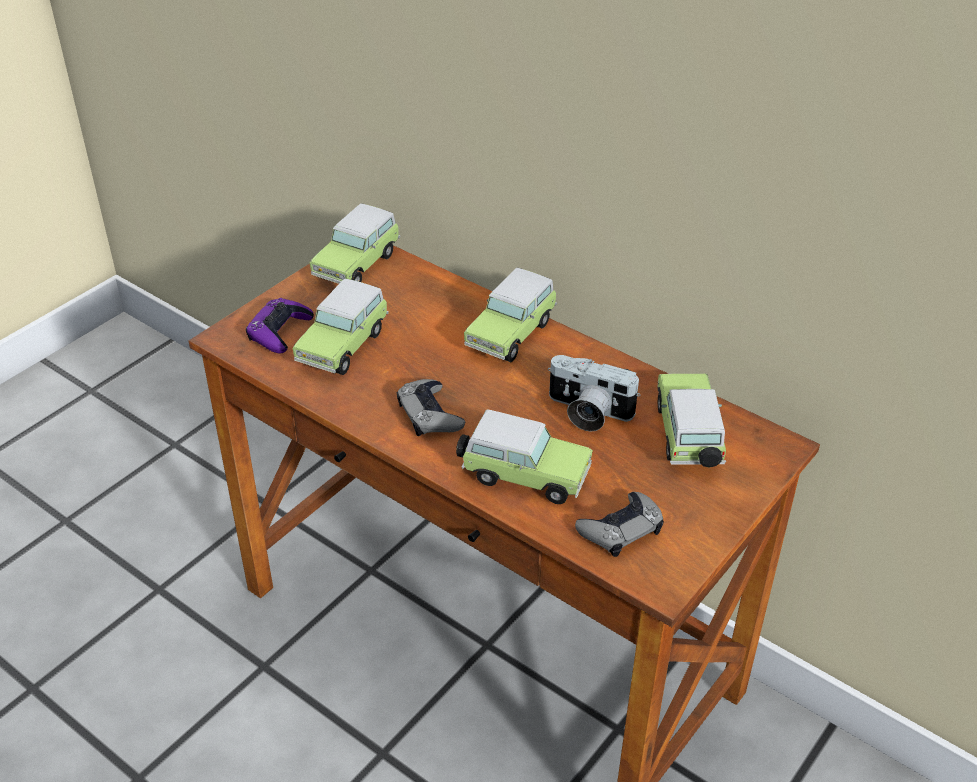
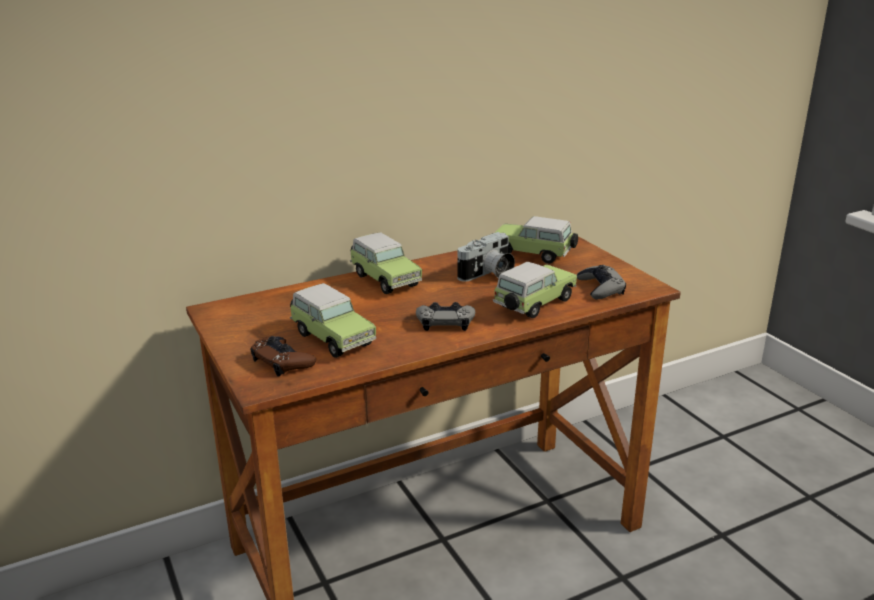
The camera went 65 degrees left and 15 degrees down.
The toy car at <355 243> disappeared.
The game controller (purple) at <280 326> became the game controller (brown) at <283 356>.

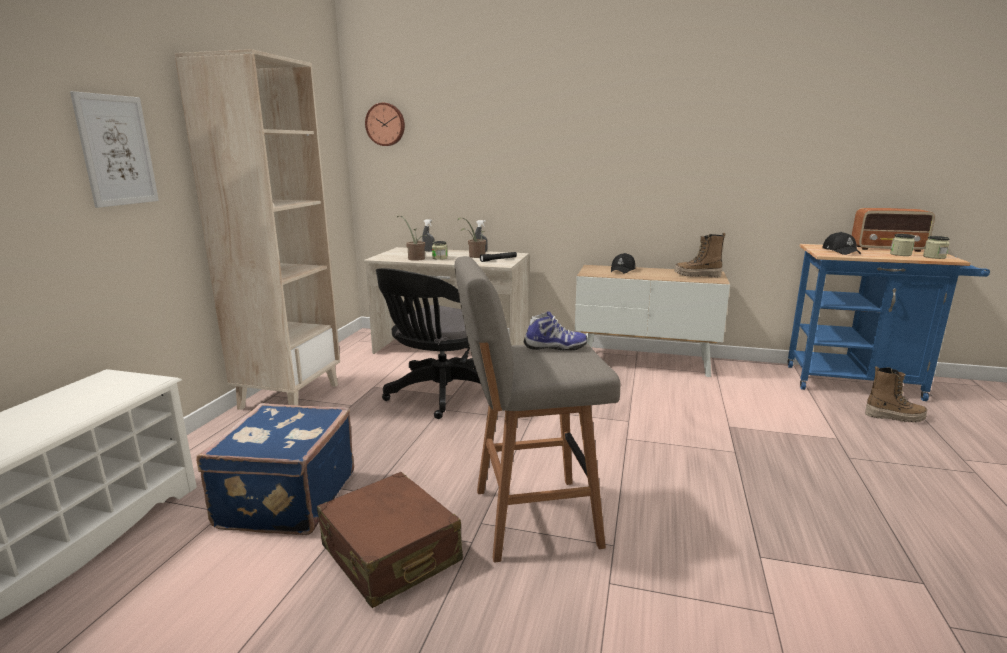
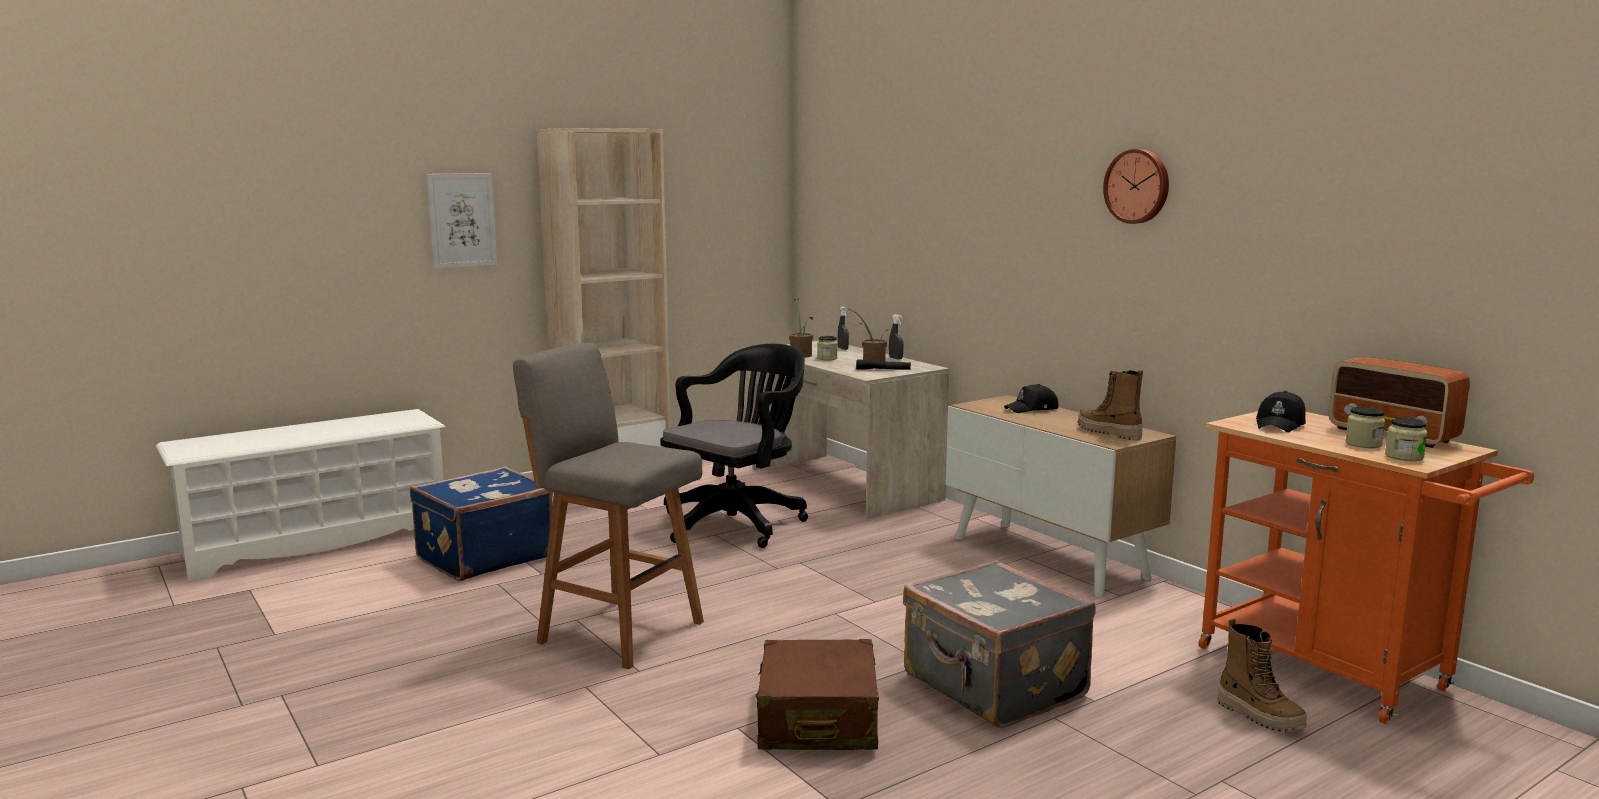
The camera went 40 degrees right and 5 degrees down.
The wall clock moved from <385 124> to <1136 186>.
The cart (blue) at <889 322> became the cart (orange) at <1366 567>.
The office chair (black) at <428 343> turned 150 degrees clockwise.
The shoe at <556 331> disappeared.
The suitcase (brown) moved from <390 540> to <817 694>.
The suitcase (grey) at <999 644> appeared.

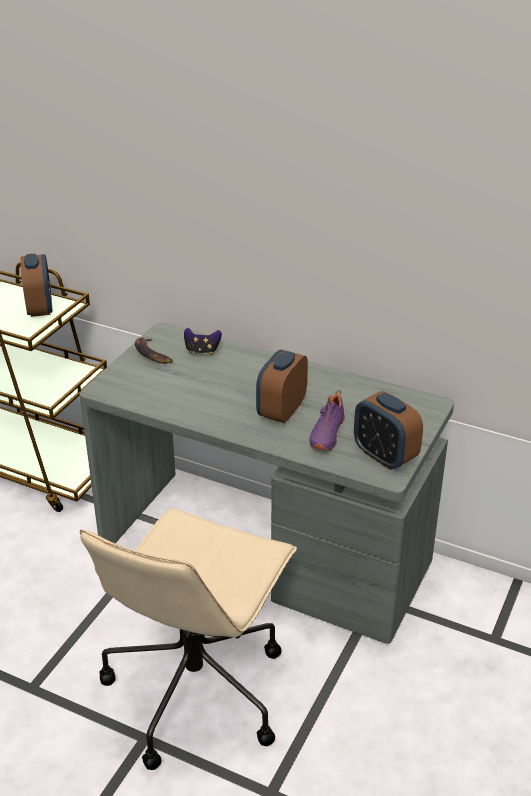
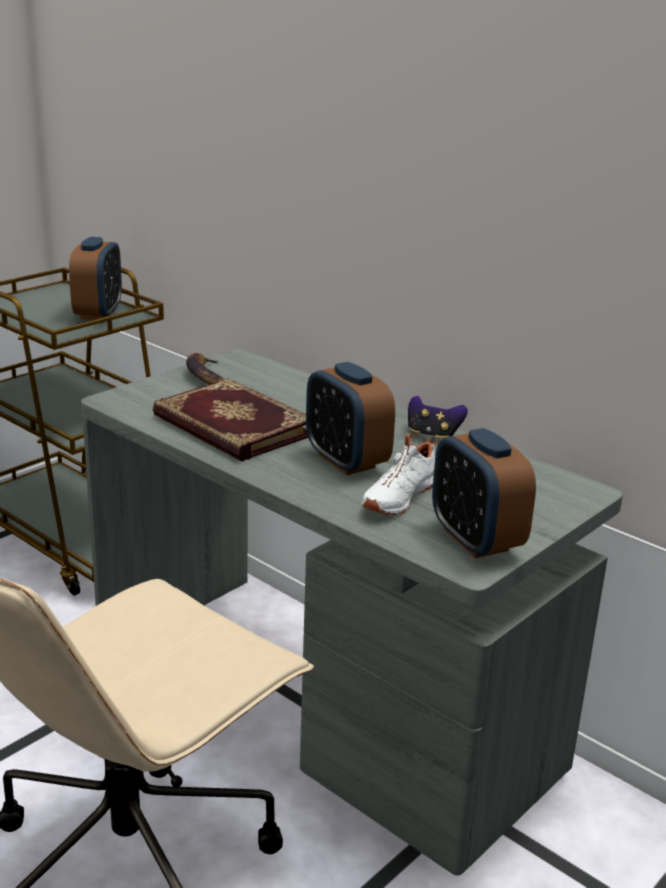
The camera went 15 degrees right and 10 degrees down.
The game controller moved from <203 341> to <438 417>.
The alarm clock at <282 386> turned 75 degrees counterclockwise.
The shoe (purple) at <327 420> became the shoe (white) at <399 474>.
The book at <230 419> appeared.

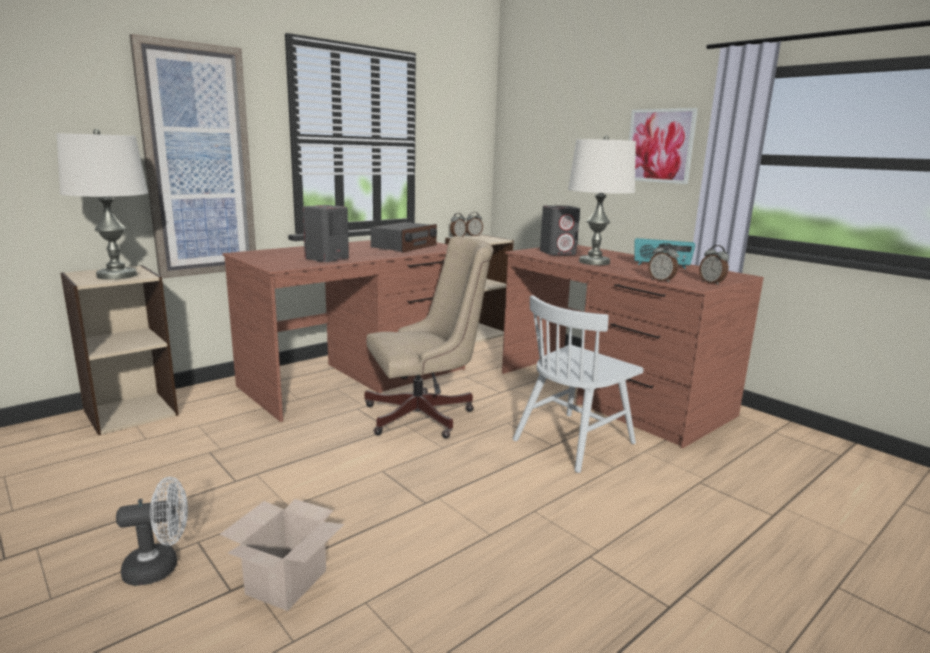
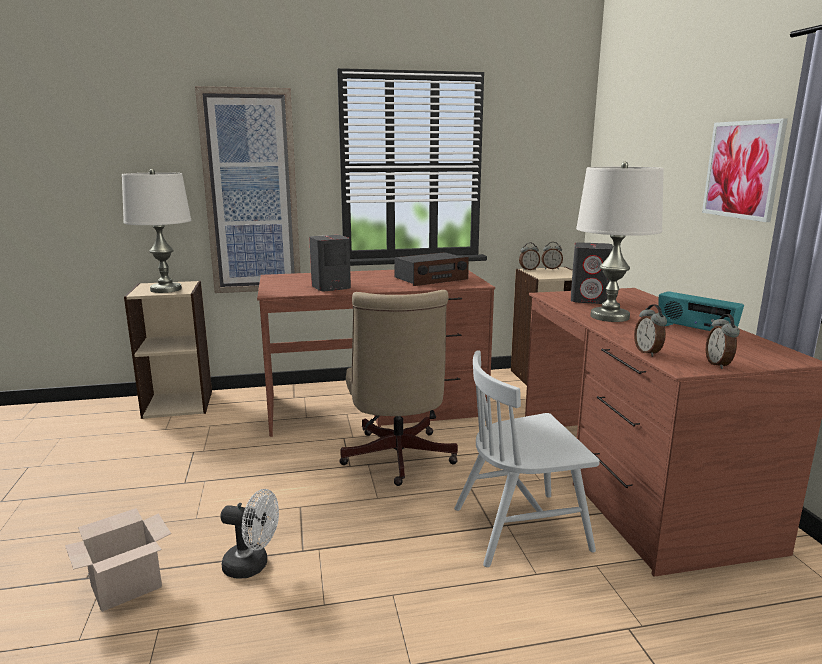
The camera went 30 degrees right and 0 degrees up.
The office chair (beige) at <429 337> turned 75 degrees clockwise.
The fan (white) moved from <152 531> to <249 534>.

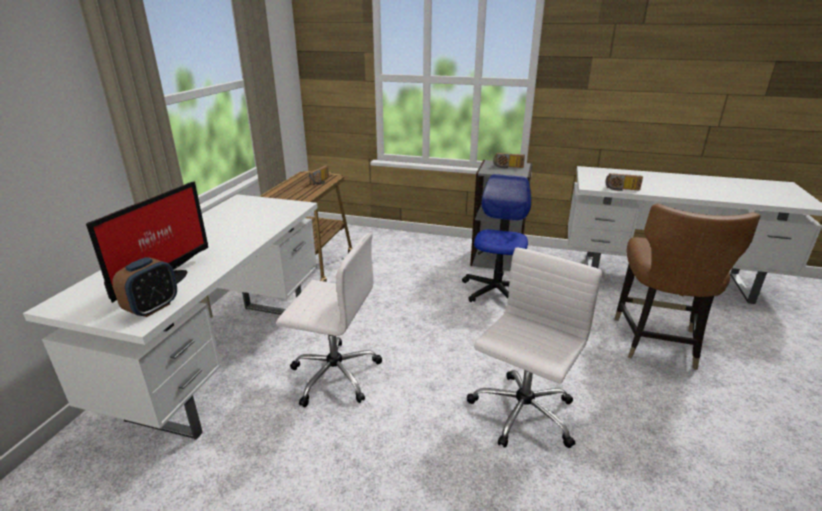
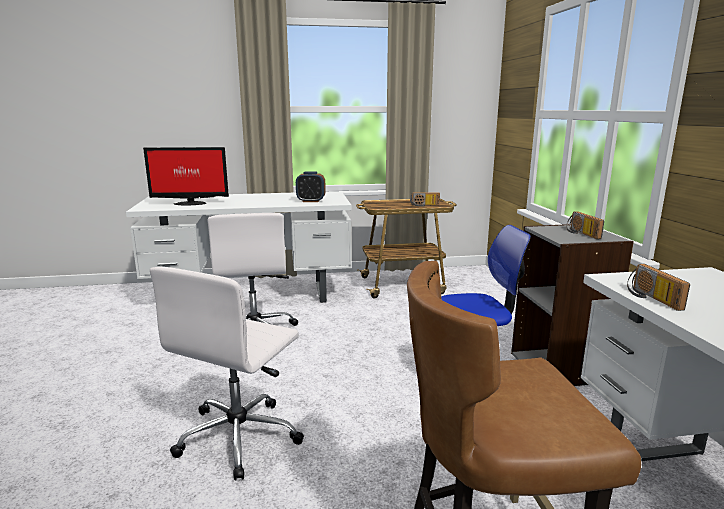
The camera went 65 degrees right and 10 degrees down.
The office chair (white) at <534 348> turned 105 degrees clockwise.
The alarm clock moved from <144 287> to <311 186>.

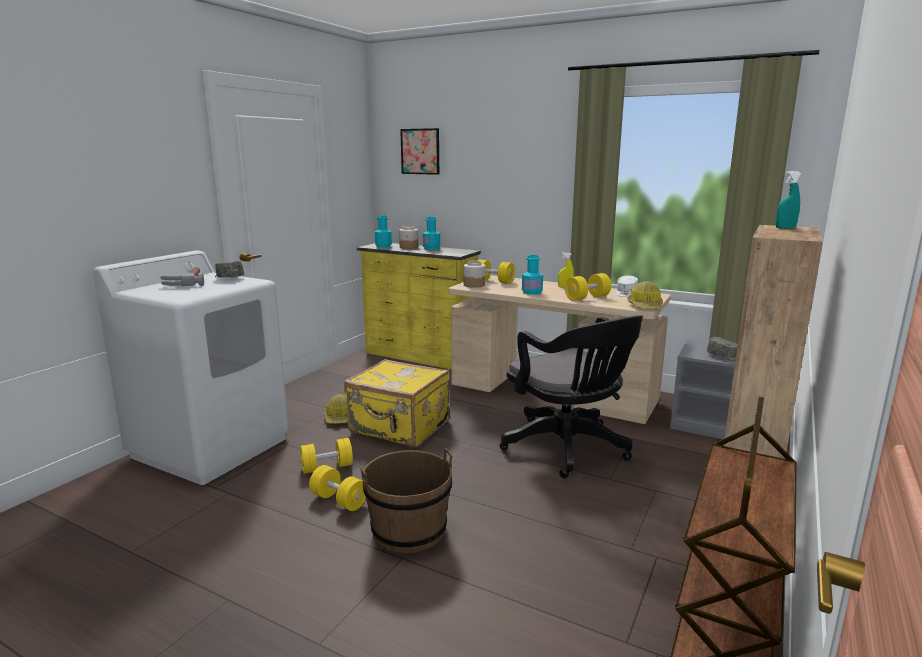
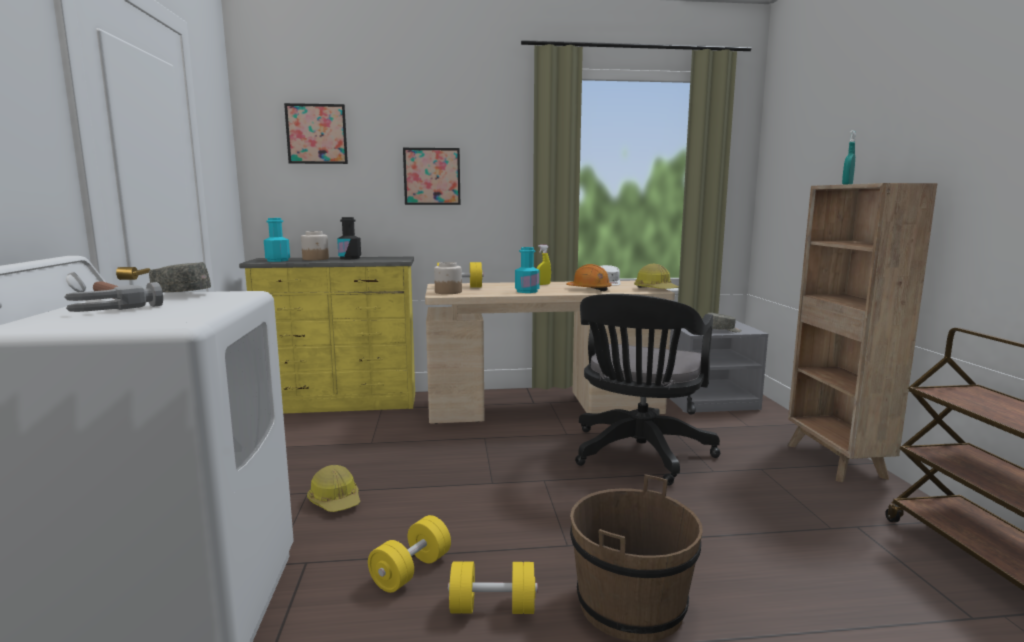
The camera went 35 degrees left and 5 degrees down.
The bottle (turquoise) at <431 233> became the bottle (black) at <349 238>.
The dumbbell (yellow) at <588 287> was replaced by the hard hat (orange) at <589 277>.
The office chair (black) at <571 396> turned 90 degrees clockwise.
The suitcase (yellow) at <397 403> disappeared.
The picture at <431 176> appeared.

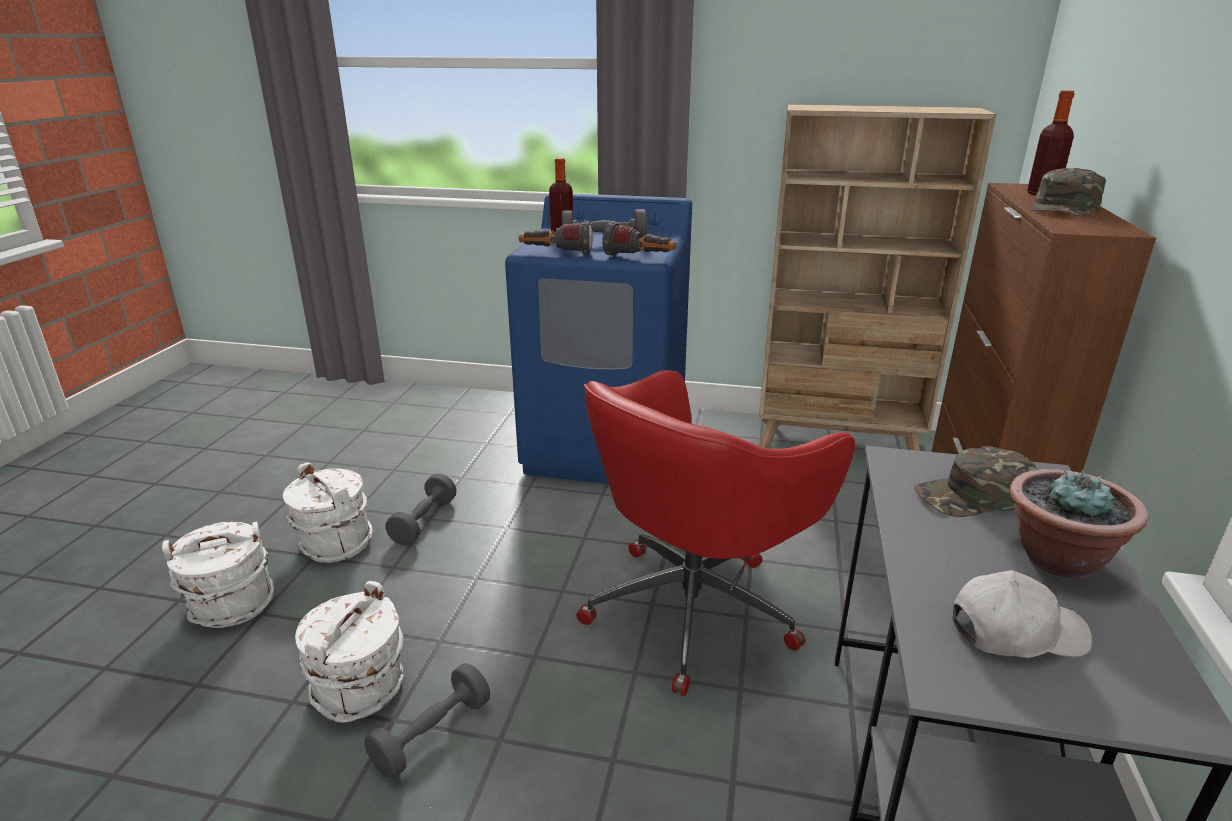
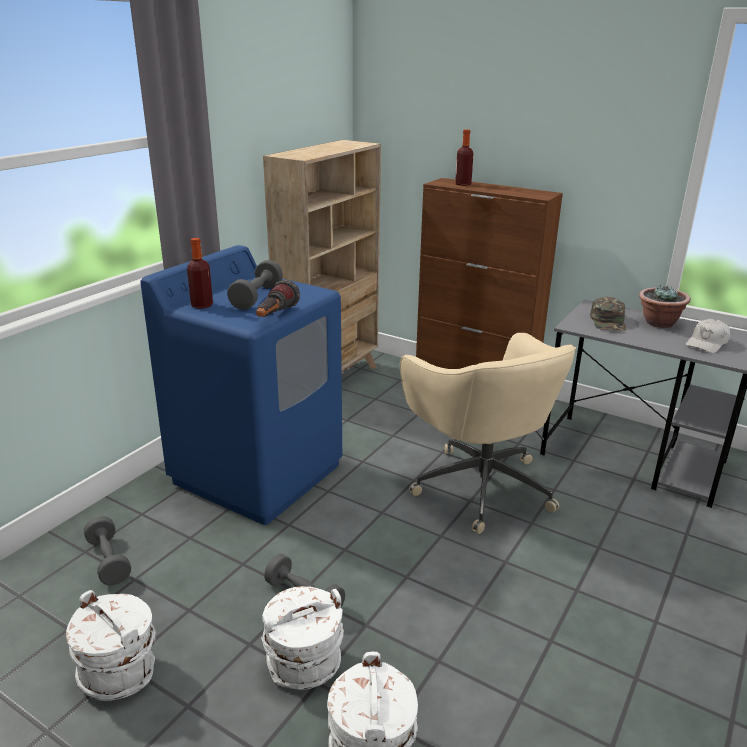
The camera went 70 degrees left and 0 degrees up.
The cap (green) at <1068 192> disappeared.
The flashlight at <639 239> disappeared.
The office chair (red) at <715 533> became the office chair (beige) at <488 433>.
The cap (white) at <1022 614> turned 150 degrees counterclockwise.
The bucket (white) moved from <349 652> to <111 645>.
The dumbbell (grey) moved from <427 721> to <107 550>.

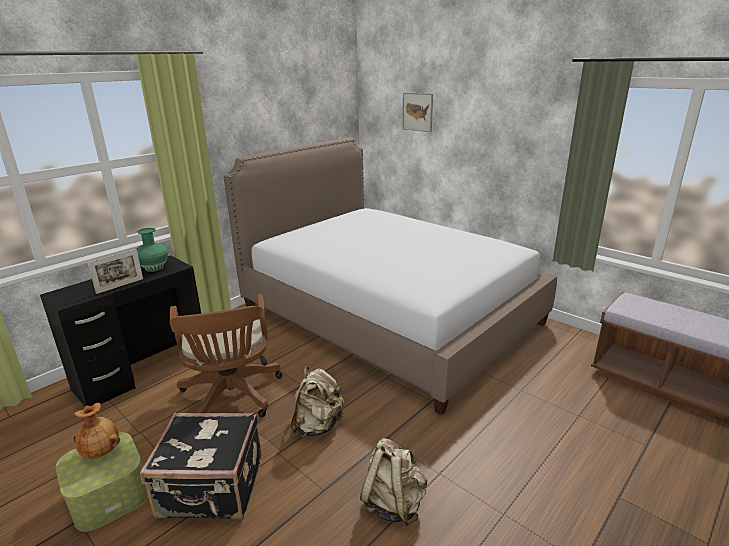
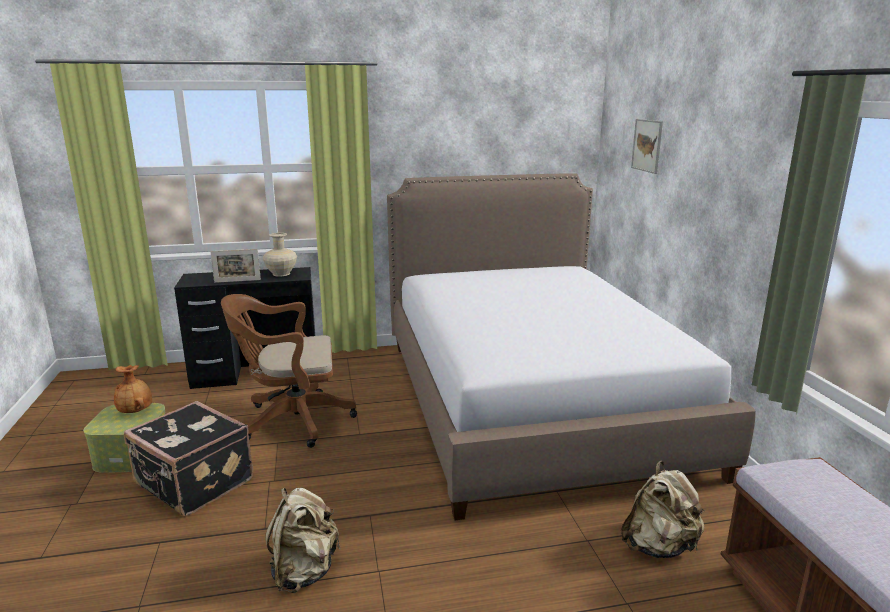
The camera went 35 degrees right and 5 degrees down.
The vase (green) at <152 250> became the vase (beige) at <280 255>.
The office chair (brown) at <226 356> turned 60 degrees clockwise.
The backpack (beige) moved from <317 402> to <663 509>.

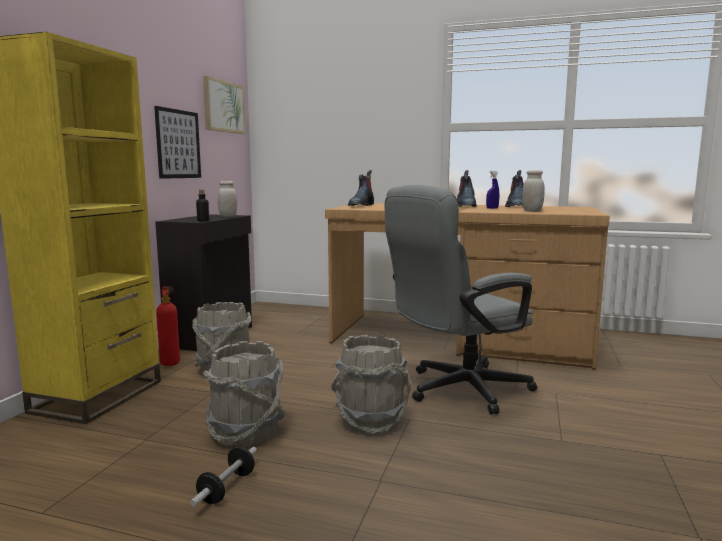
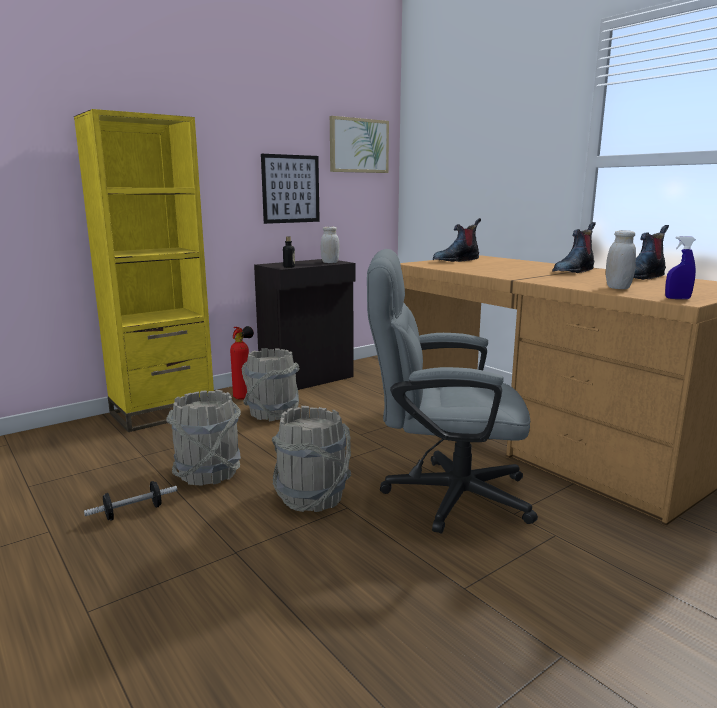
The camera went 35 degrees right and 5 degrees up.
The spray bottle (blue) moved from <492 190> to <680 267>.

